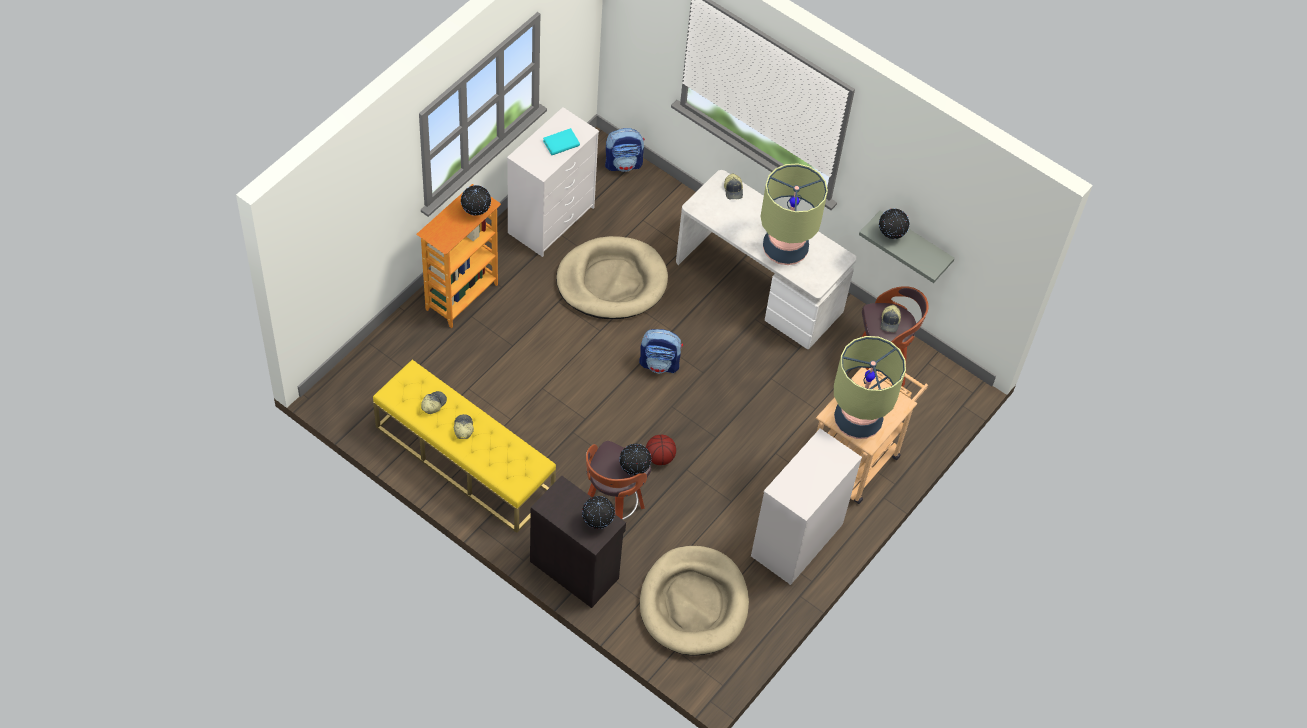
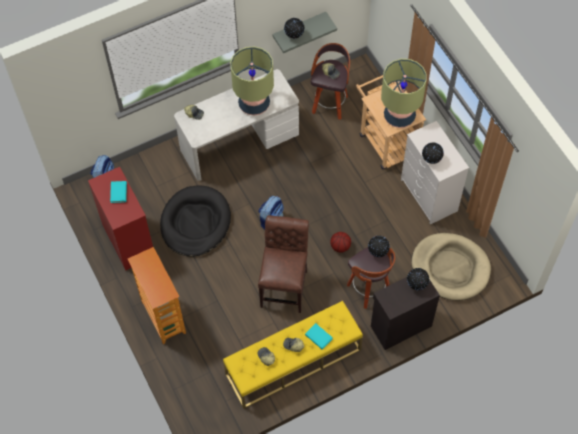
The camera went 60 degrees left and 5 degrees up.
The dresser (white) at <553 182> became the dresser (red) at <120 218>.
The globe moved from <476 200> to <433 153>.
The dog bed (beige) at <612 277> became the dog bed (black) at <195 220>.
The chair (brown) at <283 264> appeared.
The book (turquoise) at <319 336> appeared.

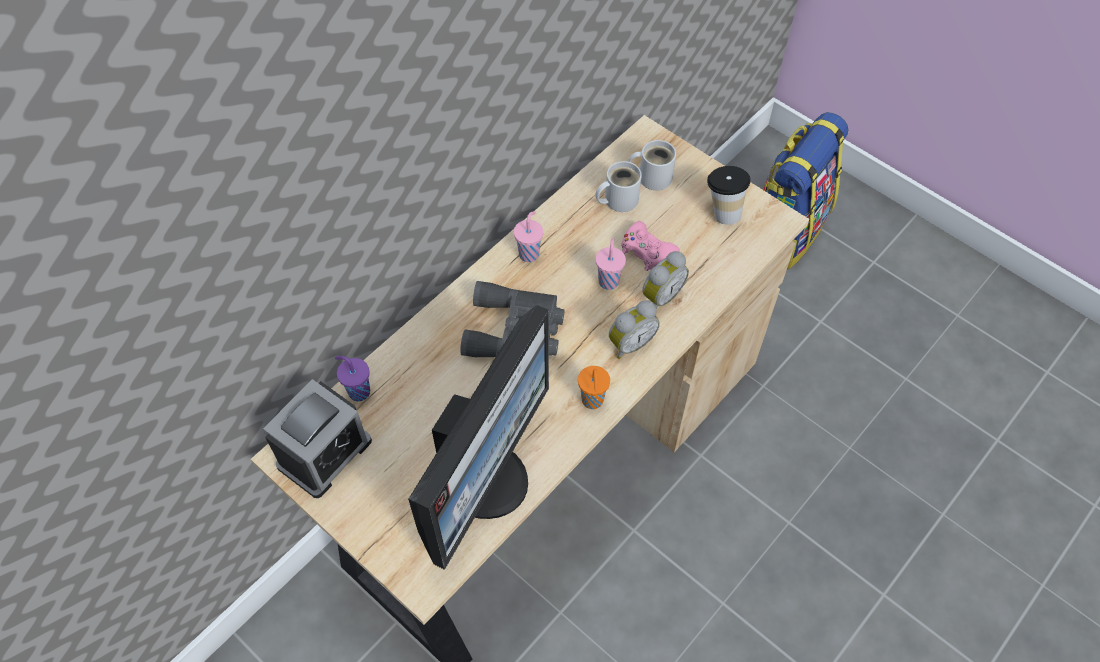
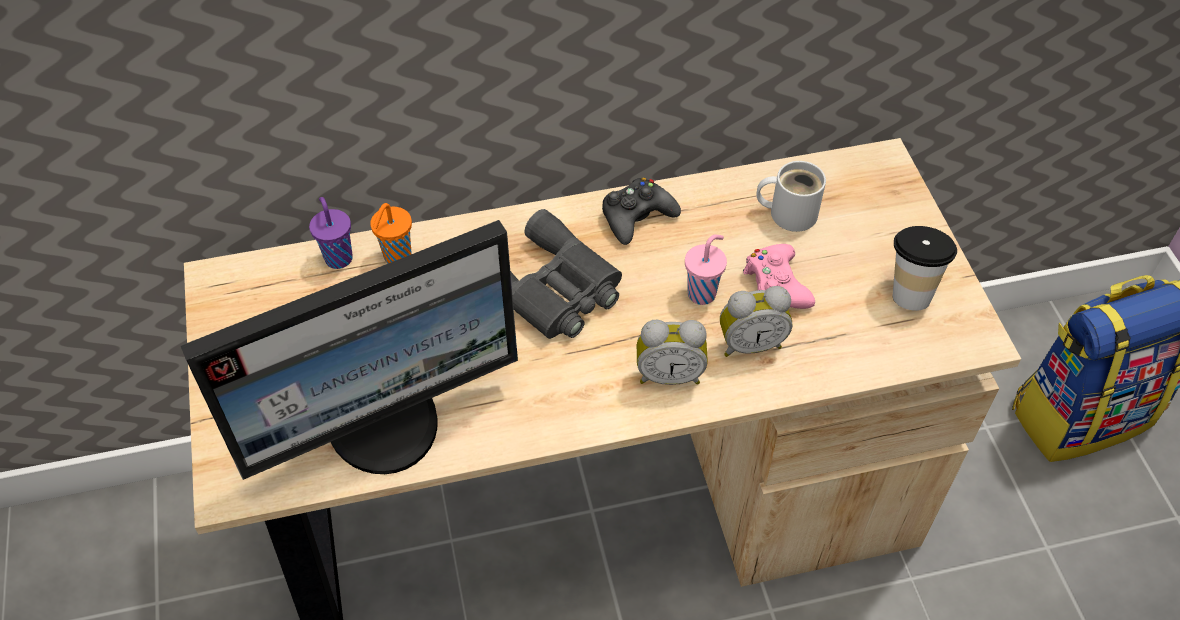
The camera went 35 degrees right and 5 degrees down.
The mug (white) at <652 165> disappeared.
The cup (pink) at <528 236> was replaced by the game controller (black) at <641 211>.
The cup (orange) moved from <594 387> to <391 233>.
The alarm clock at <317 438> disappeared.

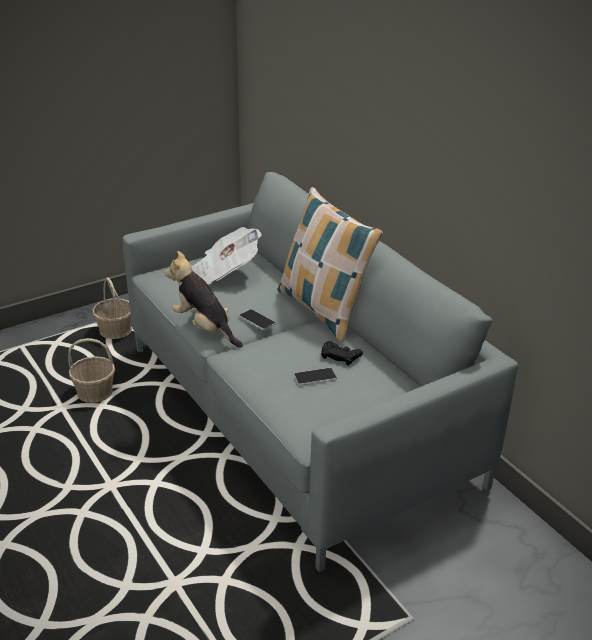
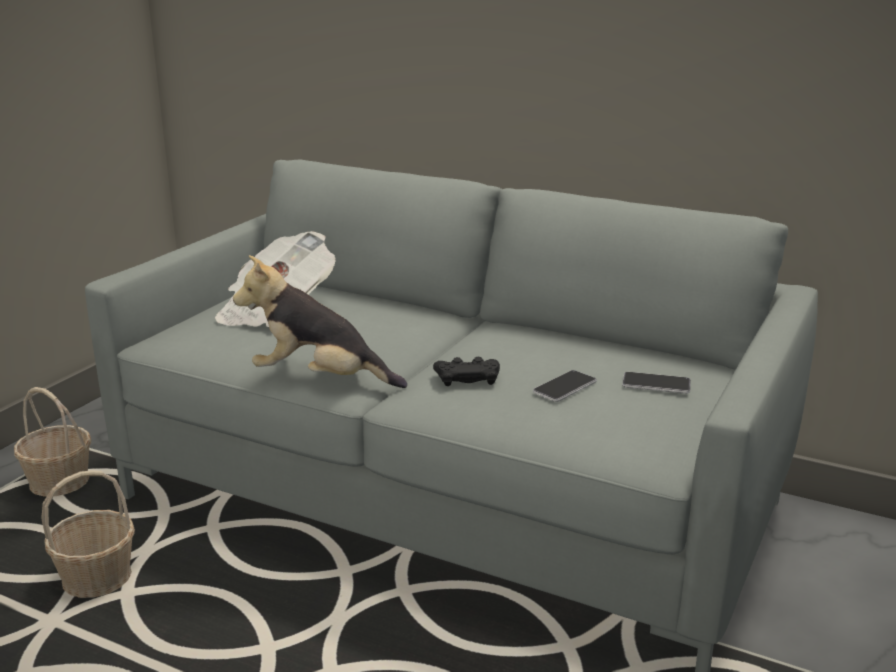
The camera went 30 degrees left and 10 degrees down.
The pillow at <330 264> disappeared.
The phone moved from <257 319> to <656 383>.
The game controller (black) moved from <342 353> to <466 371>.

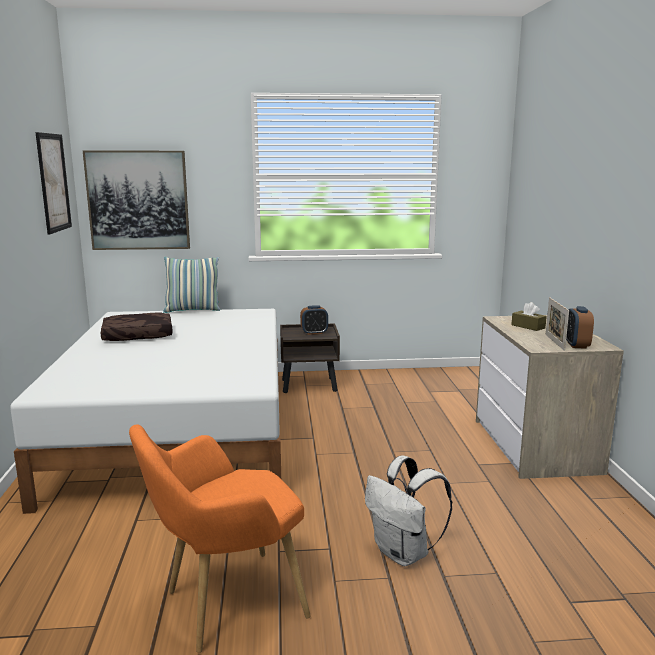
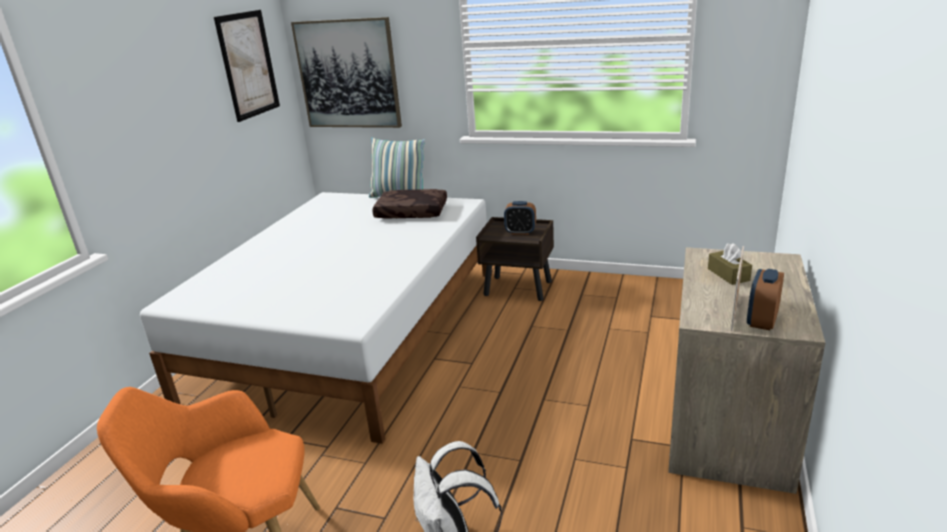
The camera went 25 degrees right and 10 degrees up.
The pillow (brown) moved from <137 326> to <409 203>.

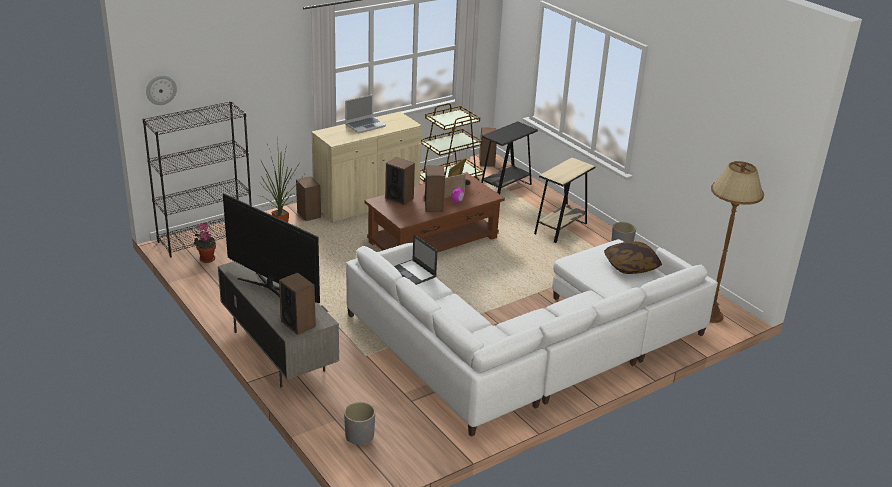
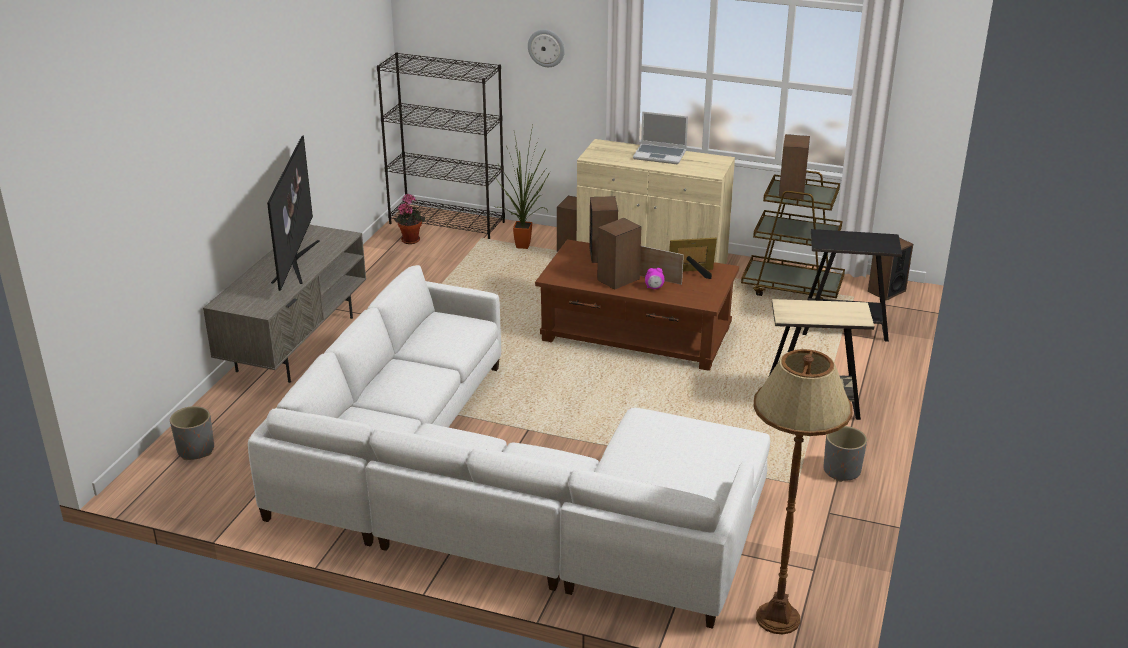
The camera went 55 degrees right and 0 degrees up.
The wall clock moved from <161 90> to <546 48>.
The laptop at <416 259> disappeared.
The pillow at <633 257> disappeared.
The speaker moved from <297 303> to <794 167>.

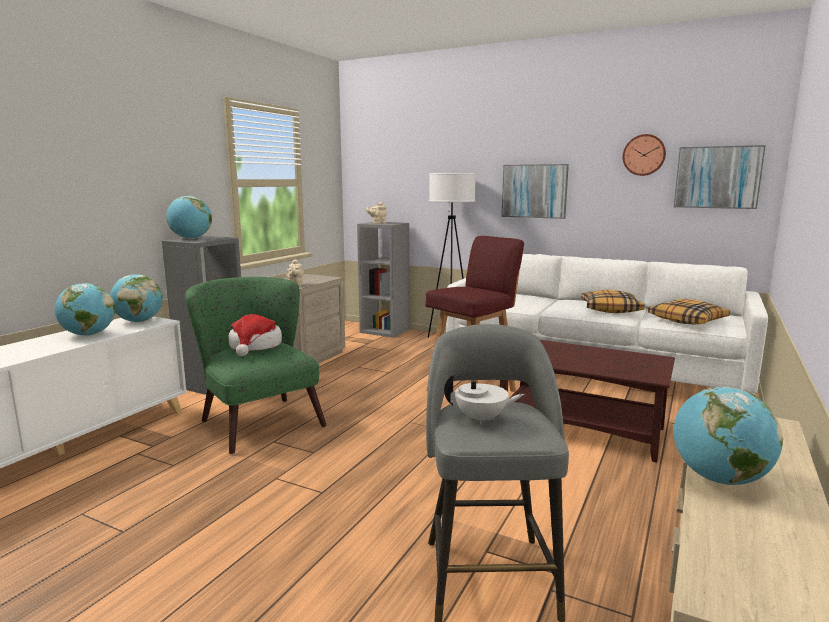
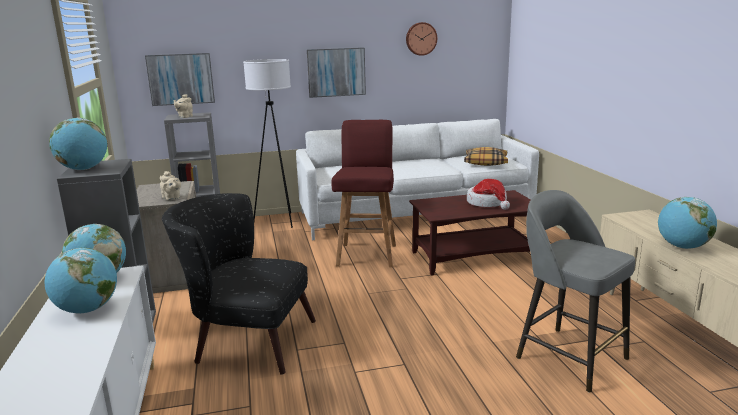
The camera went 40 degrees left and 5 degrees up.
The picture moved from <720 177> to <180 79>.
The armchair (green) at <255 365> became the armchair (black) at <239 283>.
The pillow at <613 301> disappeared.
The hat moved from <255 335> to <488 194>.
The teapot (white) at <484 399> disappeared.

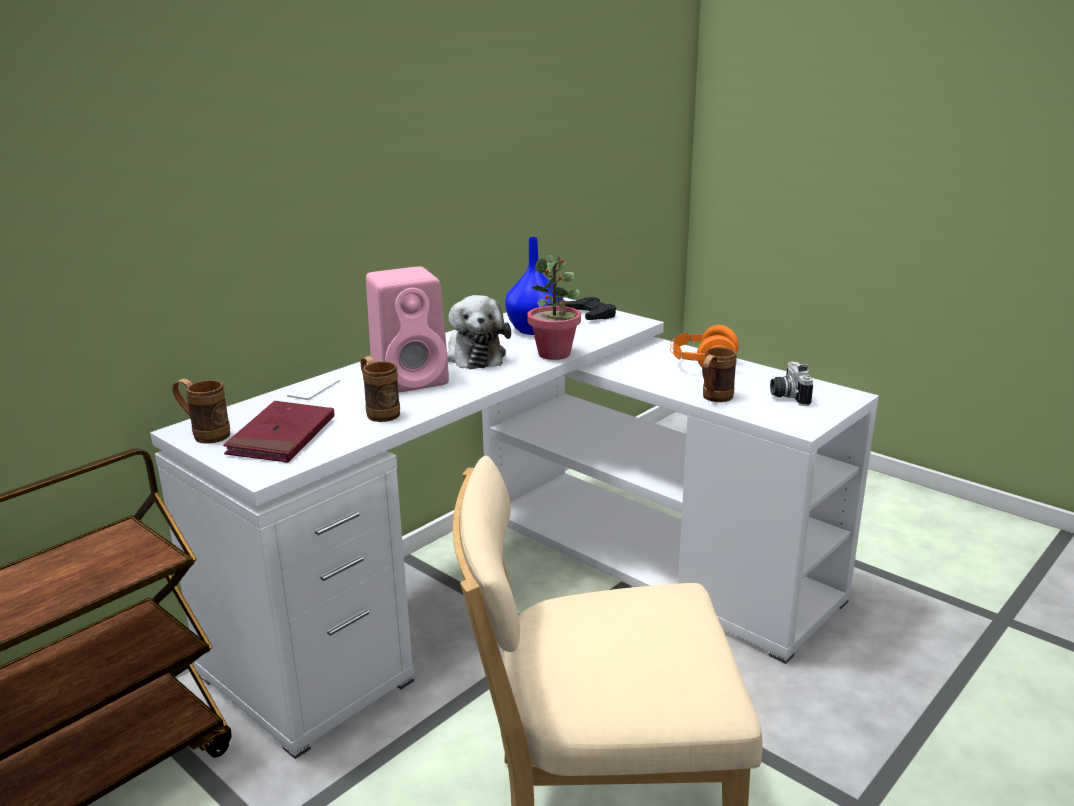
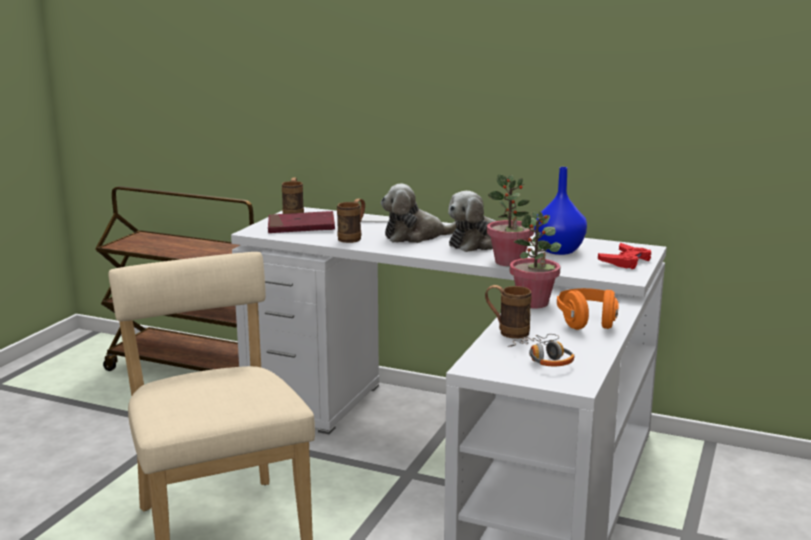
The camera went 70 degrees right and 5 degrees down.
The speaker (pink) at <407 329> was replaced by the plush toy at <418 213>.
The game controller (black) at <590 308> became the game controller (red) at <624 256>.
The photo camera at <791 384> was replaced by the headphones at <541 350>.
The potted plant at <535 259> appeared.

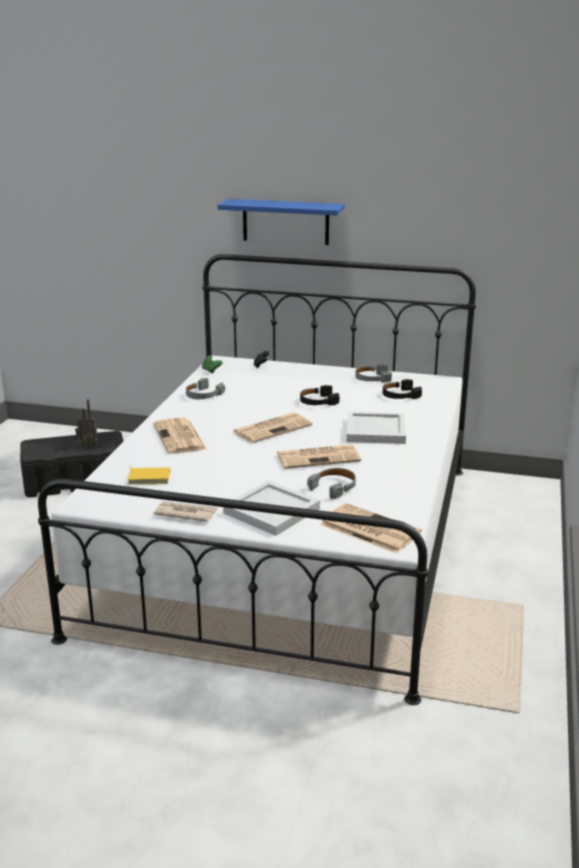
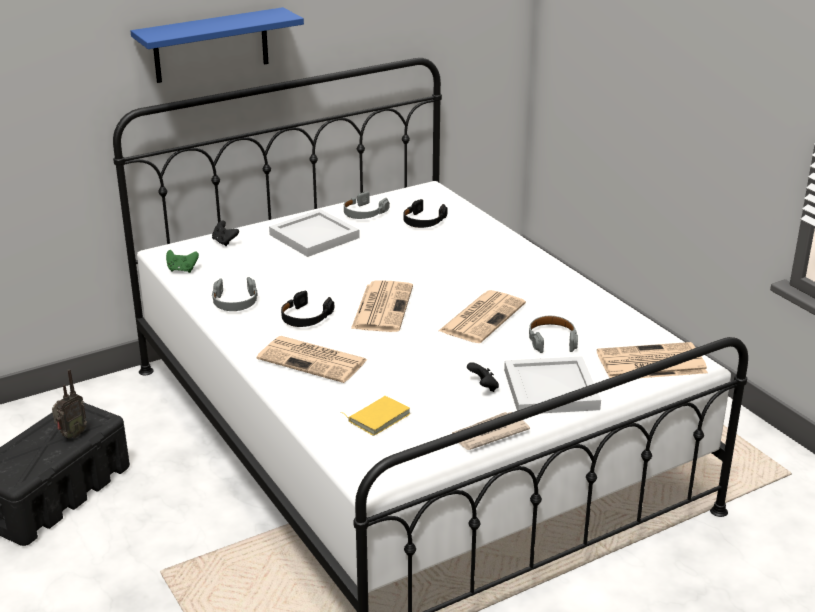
The camera went 45 degrees left and 5 degrees up.
The headphones (black) moved from <319 395> to <307 309>.
The tray (white) moved from <376 427> to <314 233>.
The game controller (black) at <483 377> appeared.

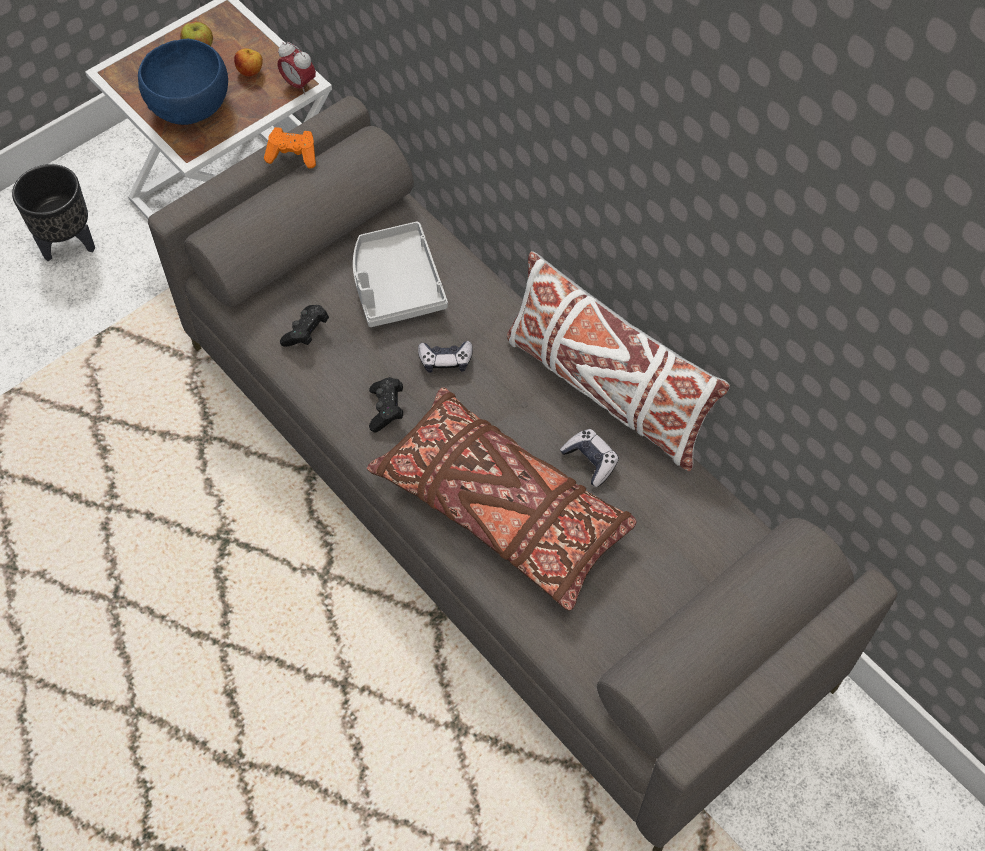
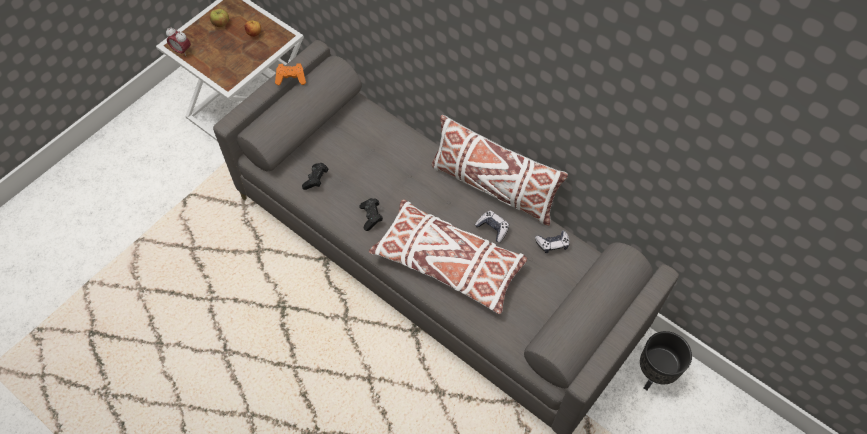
The camera went 10 degrees left and 0 degrees up.
The bowl (blue) at <183 82> disappeared.
The alarm clock moved from <297 68> to <178 41>.
The planter (black) moved from <53 212> to <666 360>.
The tray (grey) at <400 274> disappeared.
The game controller moved from <445 357> to <552 241>.
The pillow (brown) at <502 499> became the pillow (white) at <448 256>.

